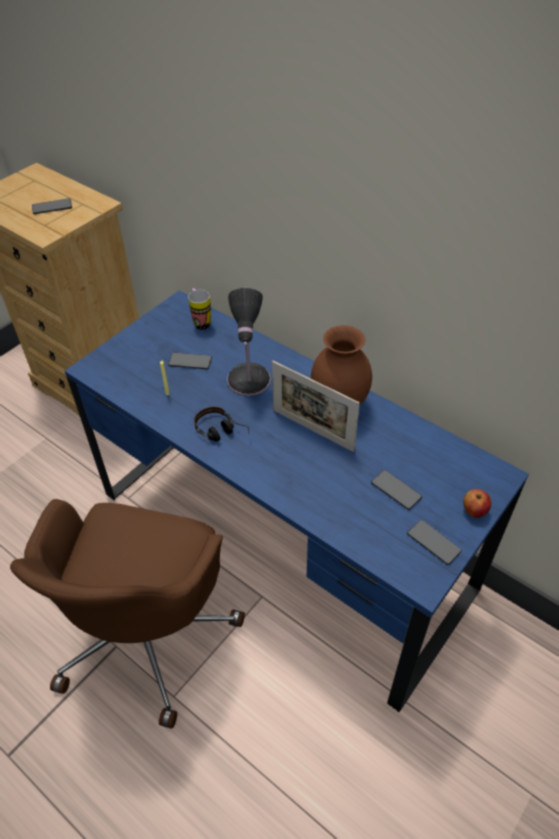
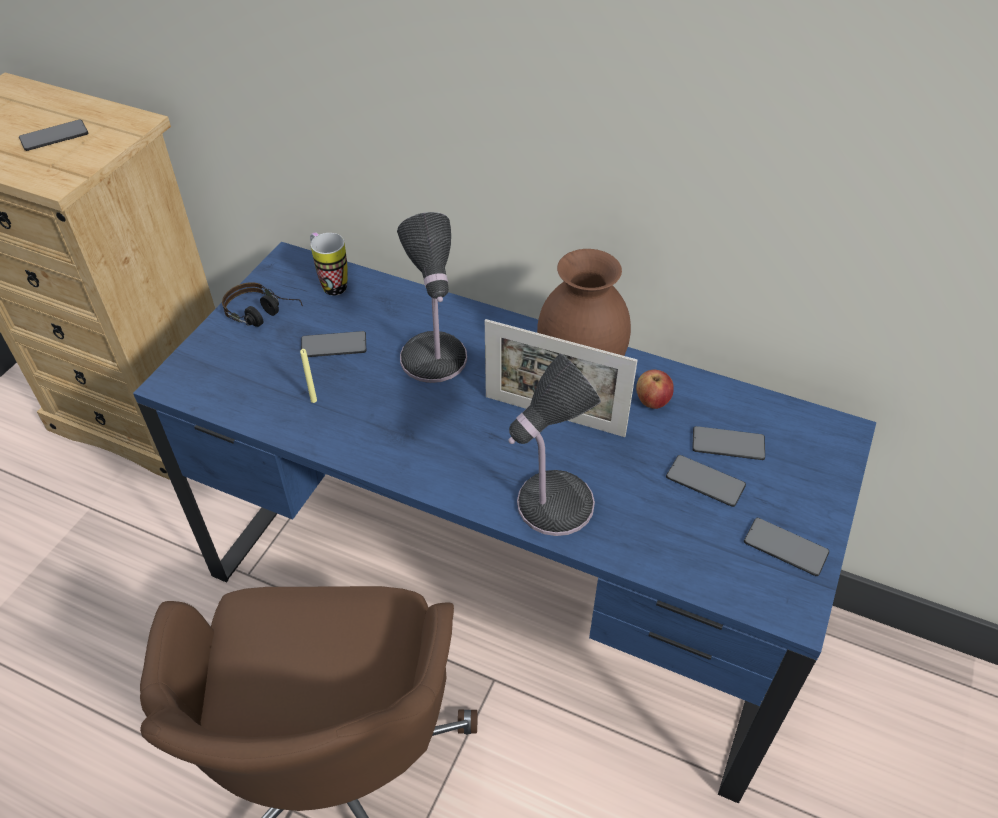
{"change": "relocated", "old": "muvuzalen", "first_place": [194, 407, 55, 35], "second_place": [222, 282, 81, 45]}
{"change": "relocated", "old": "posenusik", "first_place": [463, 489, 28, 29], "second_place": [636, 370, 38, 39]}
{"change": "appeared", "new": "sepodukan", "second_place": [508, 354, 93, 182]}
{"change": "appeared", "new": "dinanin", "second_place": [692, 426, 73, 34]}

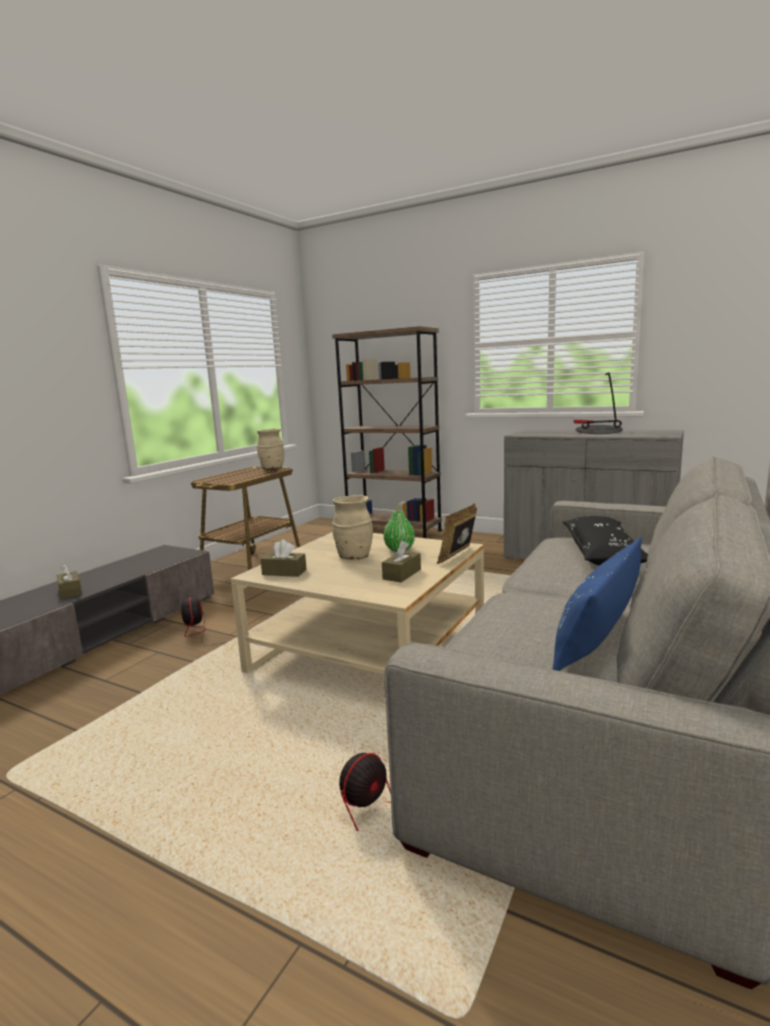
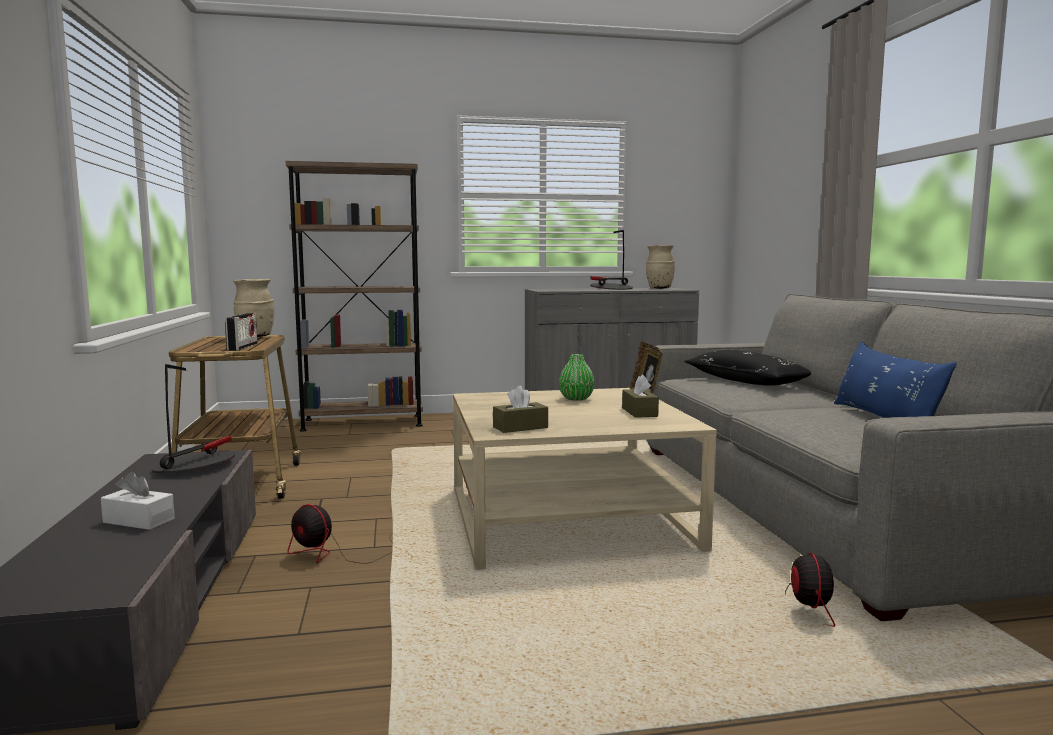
{"change": "colour", "old": "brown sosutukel", "new": "white sosutukel", "first_place": [57, 564, 25, 35], "second_place": [101, 472, 74, 58]}
{"change": "relocated", "old": "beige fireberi", "first_place": [332, 495, 41, 64], "second_place": [646, 245, 29, 44]}
{"change": "appeared", "new": "sepodukan", "second_place": [152, 364, 83, 109]}
{"change": "appeared", "new": "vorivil", "second_place": [225, 313, 32, 38]}

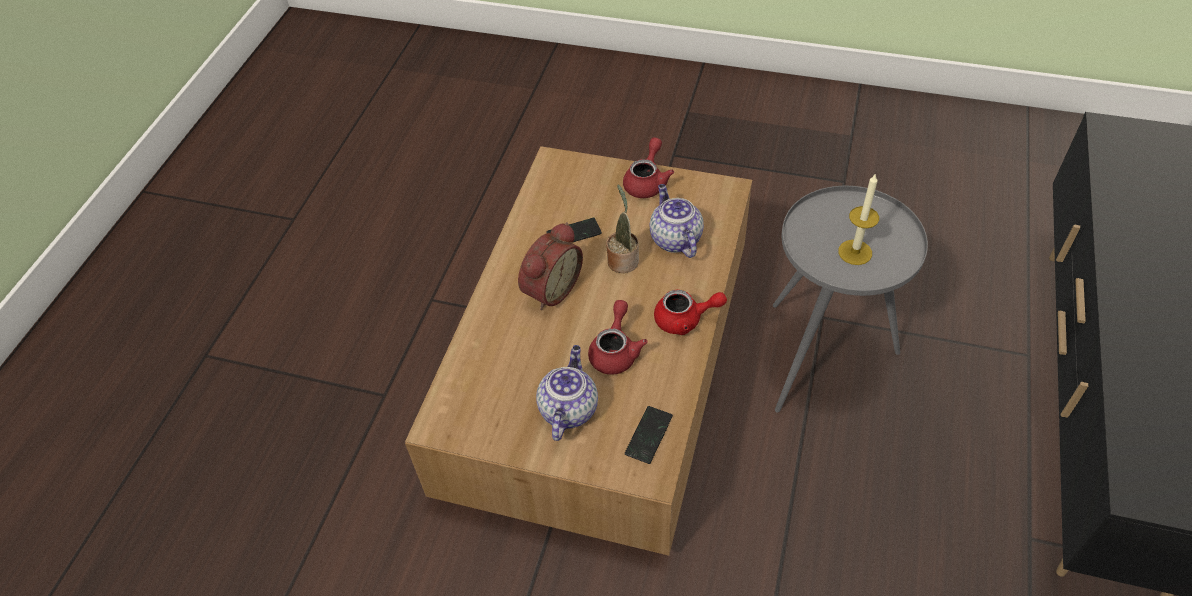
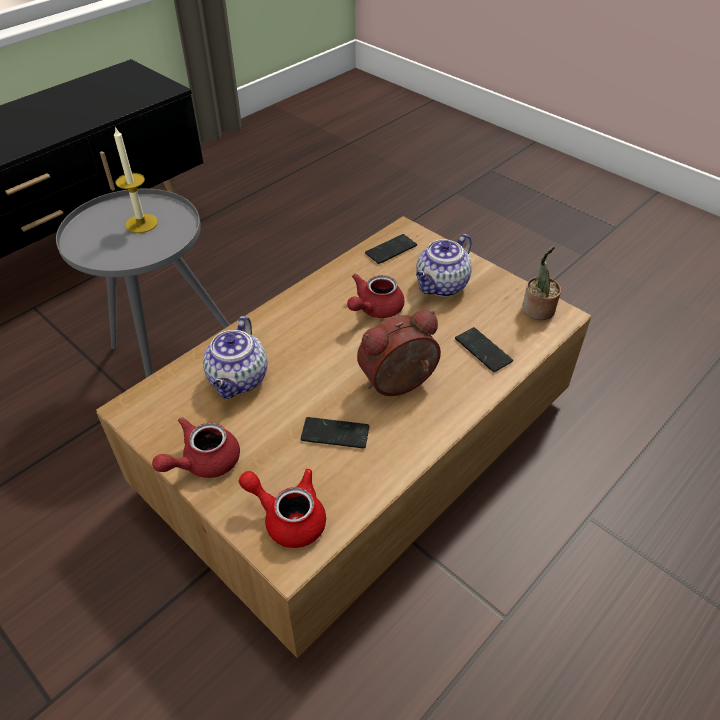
{"change": "relocated", "old": "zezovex", "first_place": [606, 185, 33, 88], "second_place": [522, 246, 39, 74]}
{"change": "relocated", "old": "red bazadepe", "first_place": [654, 290, 73, 45], "second_place": [239, 469, 87, 79]}
{"change": "appeared", "new": "dinanin", "second_place": [455, 327, 58, 45]}

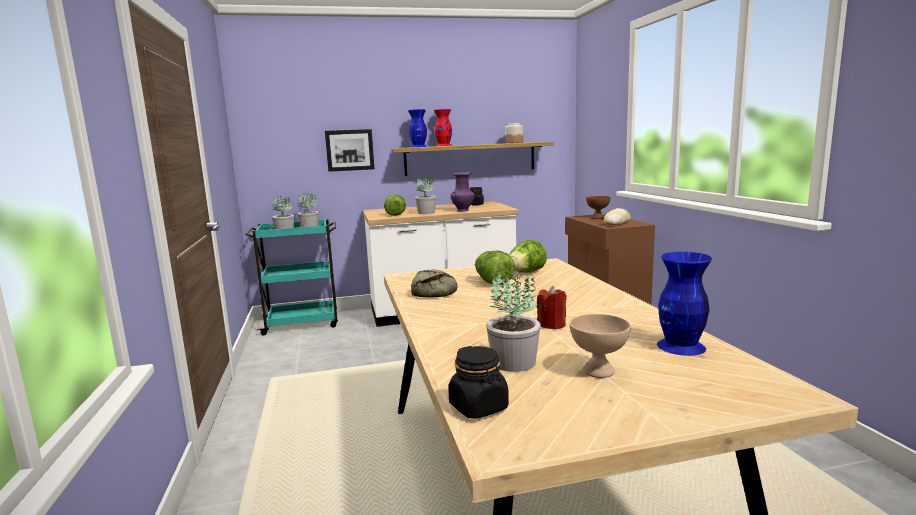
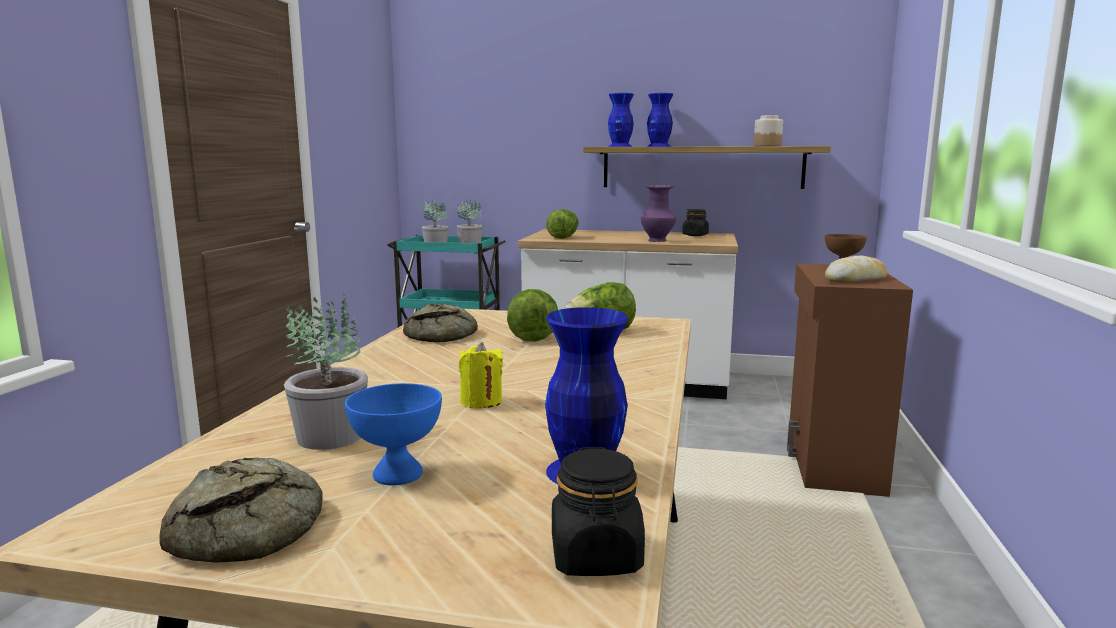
{"change": "missing", "old": "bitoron", "first_place": [325, 129, 49, 43]}
{"change": "missing", "old": "zezovex", "first_place": [415, 175, 21, 39]}
{"change": "colour", "old": "red fireberi", "new": "blue fireberi", "first_place": [434, 109, 19, 37], "second_place": [647, 93, 26, 54]}
{"change": "relocated", "old": "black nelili", "first_place": [448, 346, 61, 73], "second_place": [552, 447, 93, 129]}
{"change": "colour", "old": "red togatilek", "new": "yellow togatilek", "first_place": [537, 286, 30, 43], "second_place": [459, 342, 44, 66]}
{"change": "colour", "old": "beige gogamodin", "new": "blue gogamodin", "first_place": [570, 314, 61, 64], "second_place": [345, 383, 97, 102]}
{"change": "appeared", "new": "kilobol", "second_place": [160, 458, 163, 105]}

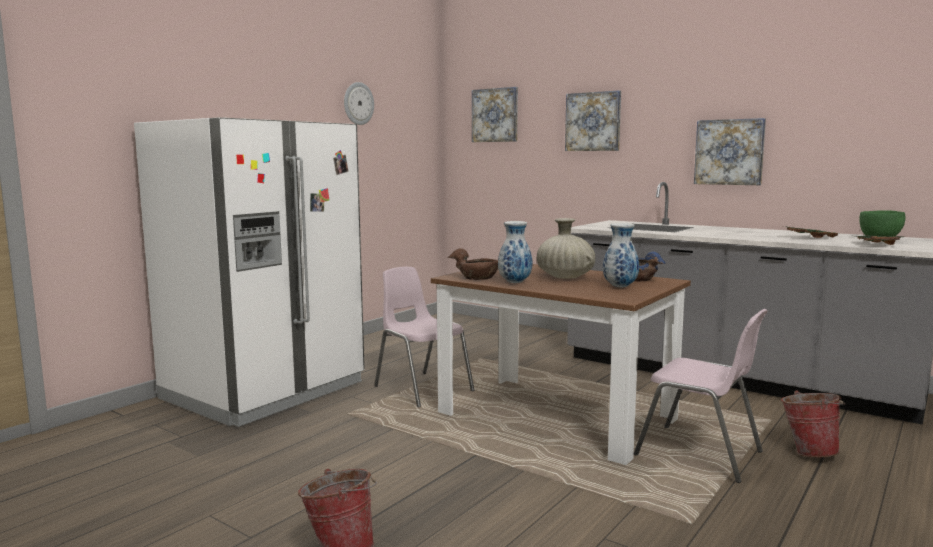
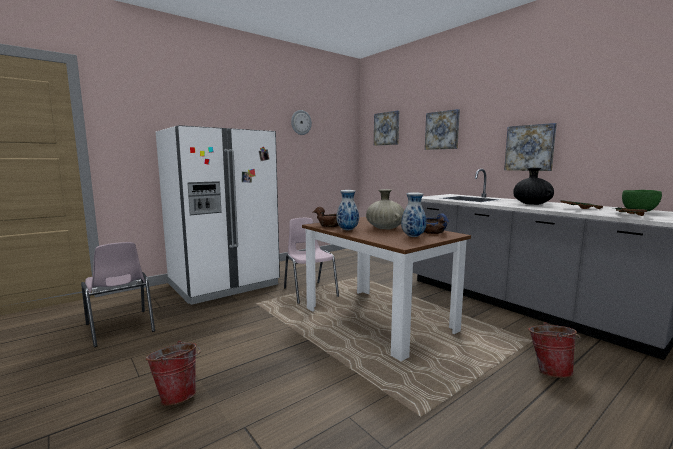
{"change": "relocated", "old": "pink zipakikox", "first_place": [634, 309, 134, 174], "second_place": [81, 242, 74, 105]}
{"change": "appeared", "new": "black fireberi", "second_place": [513, 168, 41, 37]}

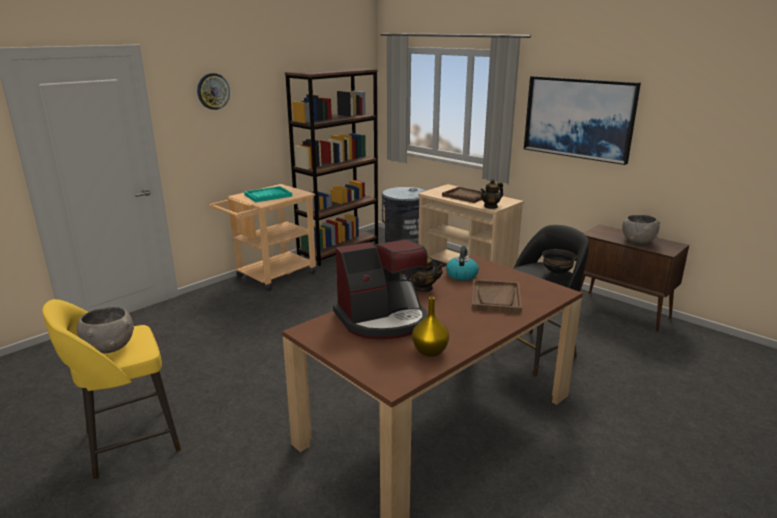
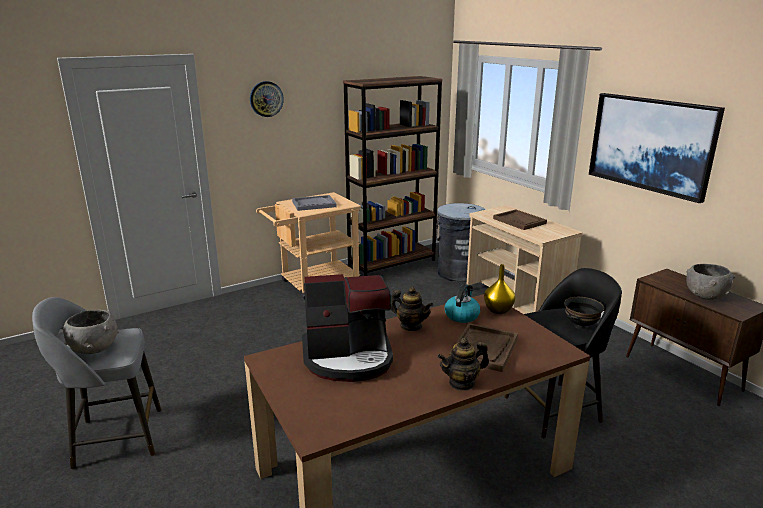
{"change": "colour", "old": "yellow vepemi", "new": "grey vepemi", "first_place": [42, 299, 139, 180], "second_place": [32, 297, 129, 173]}
{"change": "colour", "old": "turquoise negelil", "new": "grey negelil", "first_place": [244, 186, 48, 17], "second_place": [292, 195, 45, 16]}
{"change": "relocated", "old": "yellow fireberi", "first_place": [412, 297, 37, 60], "second_place": [484, 264, 31, 50]}
{"change": "relocated", "old": "bazadepe", "first_place": [480, 179, 23, 30], "second_place": [437, 338, 52, 53]}

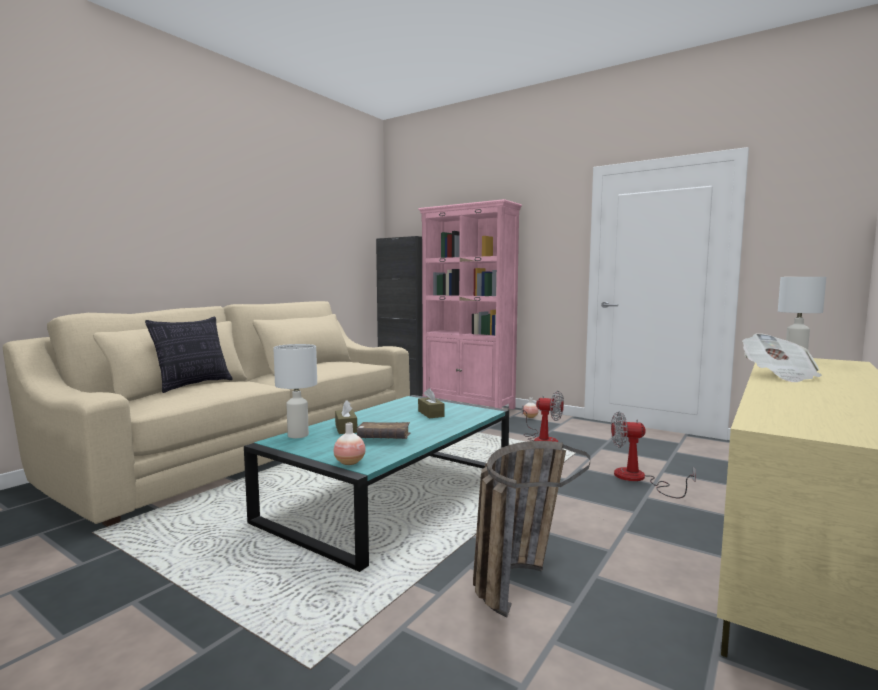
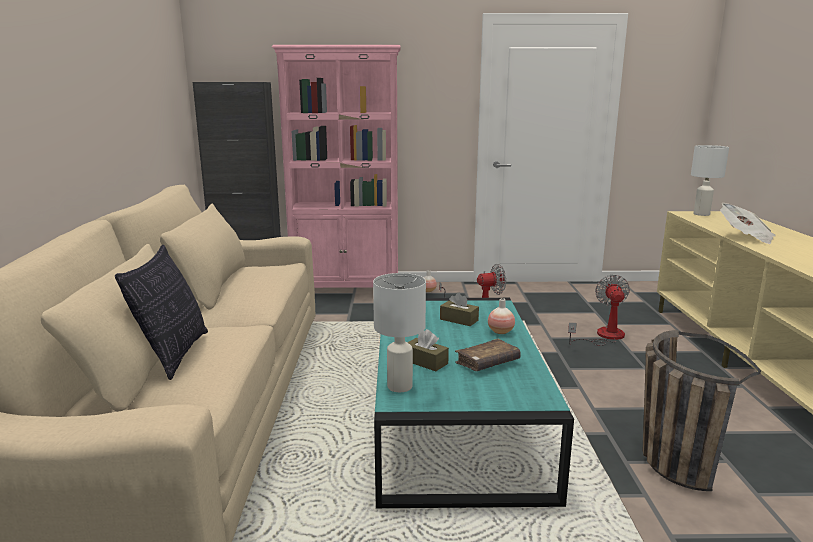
{"change": "relocated", "old": "fireberi", "first_place": [334, 423, 32, 42], "second_place": [488, 298, 27, 36]}
{"change": "spun", "old": "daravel", "first_place": [611, 411, 85, 87], "second_place": [568, 275, 62, 71], "degrees": 120}

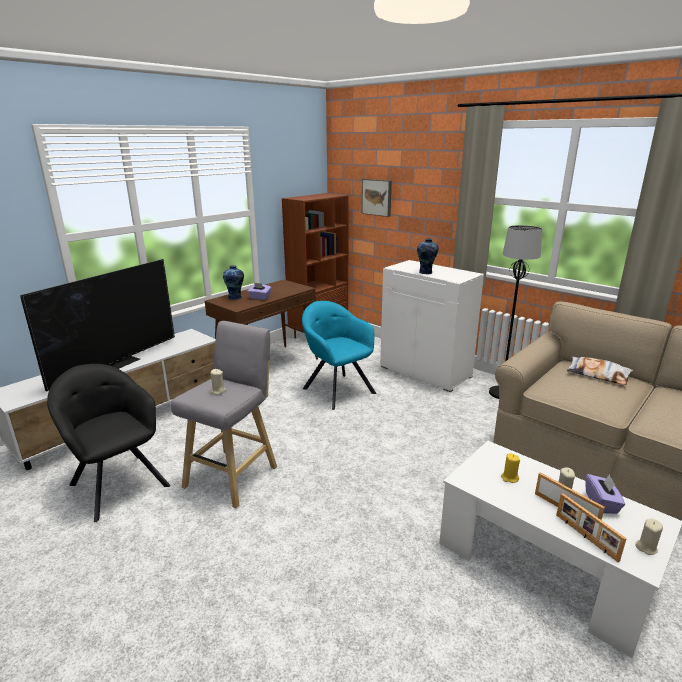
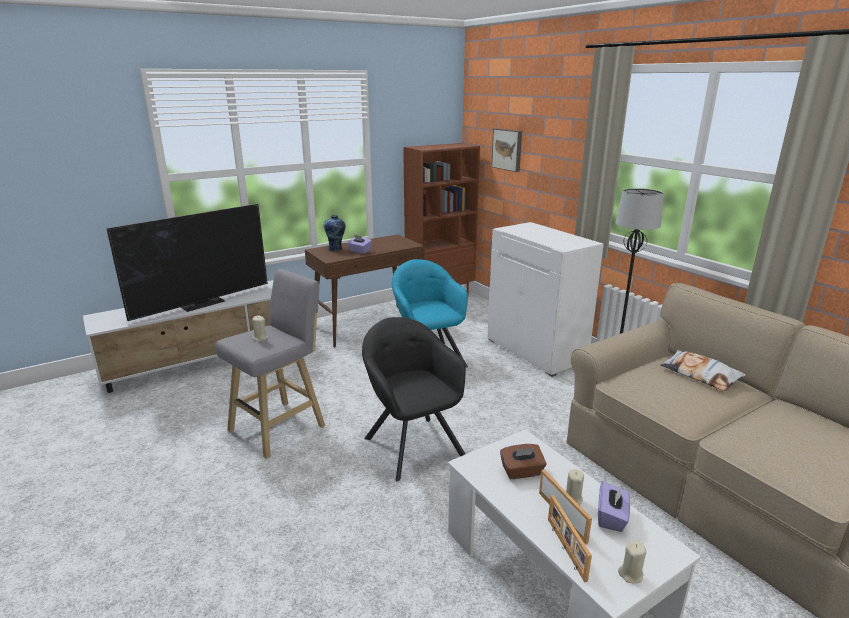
{"change": "relocated", "old": "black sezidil", "first_place": [47, 364, 124, 158], "second_place": [362, 317, 104, 165]}
{"change": "missing", "old": "fireberi", "first_place": [417, 238, 22, 36]}
{"change": "exchanged", "old": "yellow togatilek", "new": "brown sosutukel", "first_place": [501, 453, 19, 30], "second_place": [500, 444, 46, 35]}

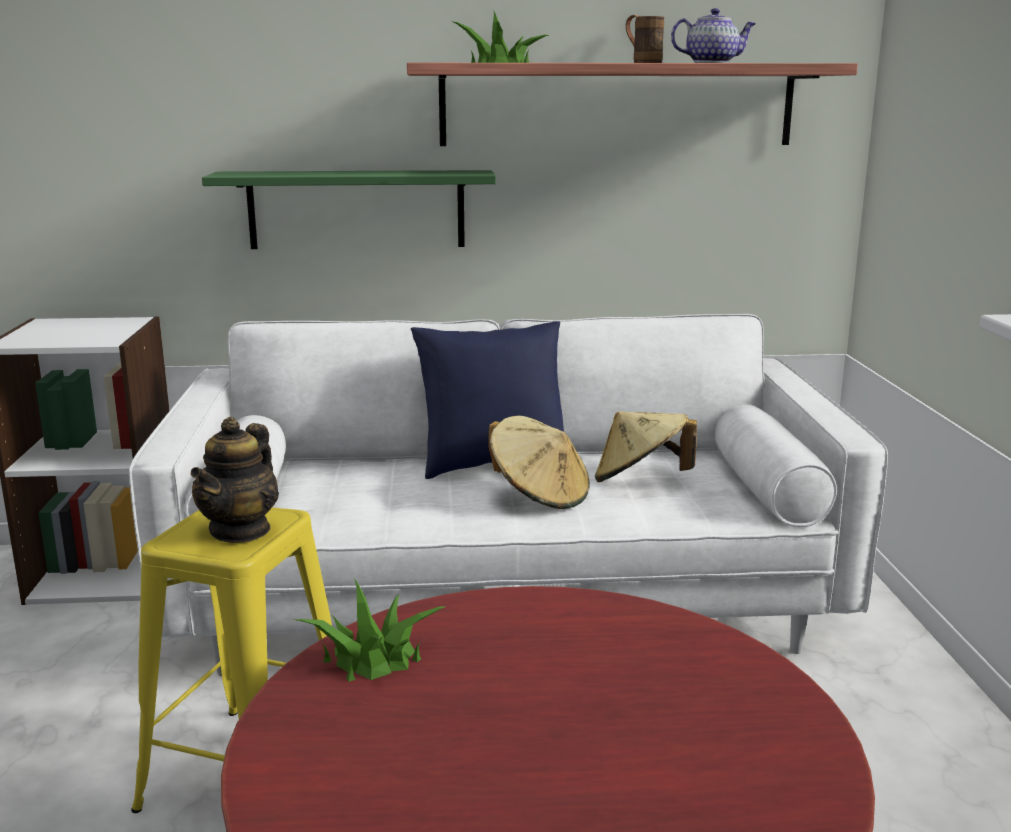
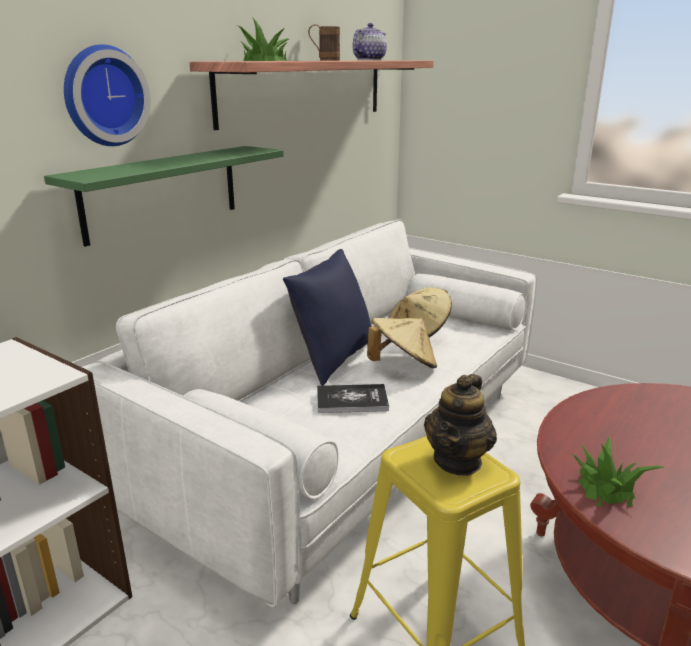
{"change": "spun", "old": "bazadepe", "first_place": [190, 417, 89, 126], "second_place": [424, 374, 73, 102], "degrees": 60}
{"change": "appeared", "new": "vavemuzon", "second_place": [64, 44, 87, 102]}
{"change": "appeared", "new": "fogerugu", "second_place": [317, 384, 72, 29]}

